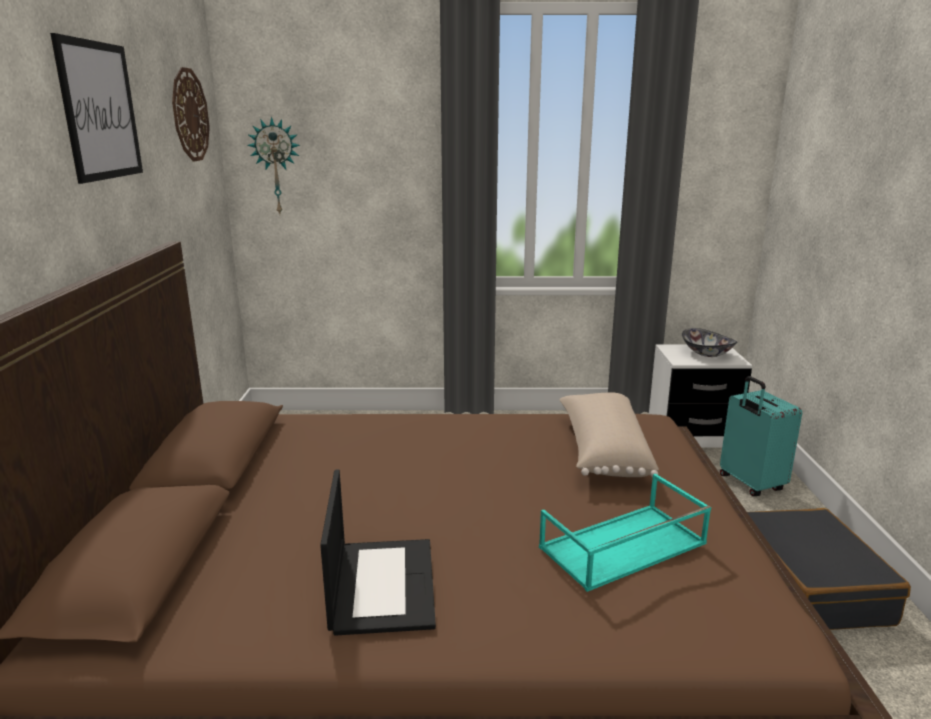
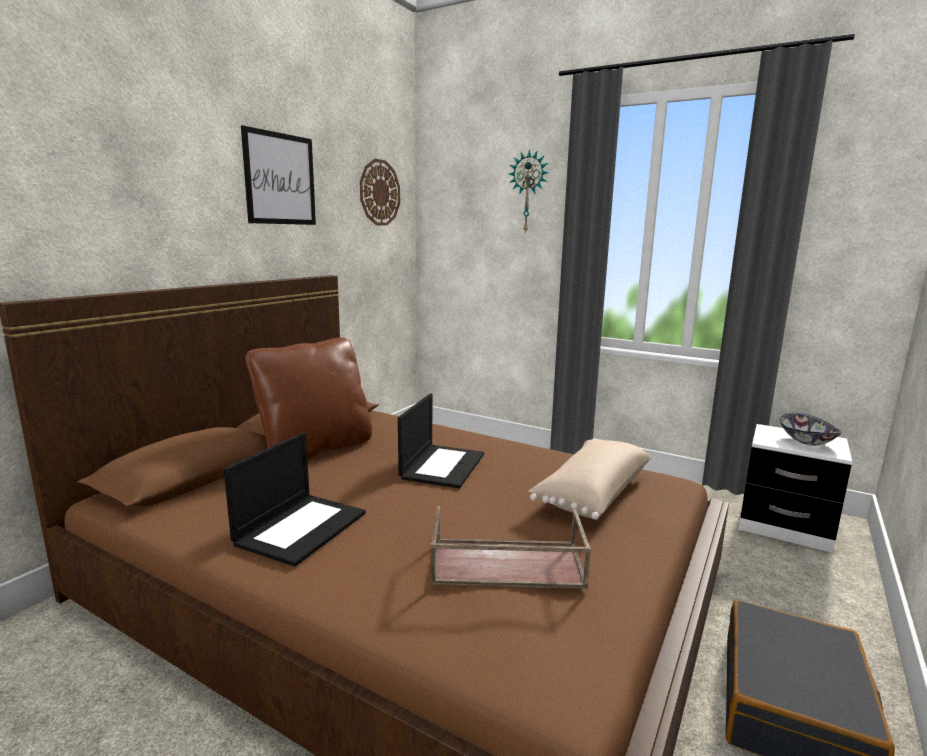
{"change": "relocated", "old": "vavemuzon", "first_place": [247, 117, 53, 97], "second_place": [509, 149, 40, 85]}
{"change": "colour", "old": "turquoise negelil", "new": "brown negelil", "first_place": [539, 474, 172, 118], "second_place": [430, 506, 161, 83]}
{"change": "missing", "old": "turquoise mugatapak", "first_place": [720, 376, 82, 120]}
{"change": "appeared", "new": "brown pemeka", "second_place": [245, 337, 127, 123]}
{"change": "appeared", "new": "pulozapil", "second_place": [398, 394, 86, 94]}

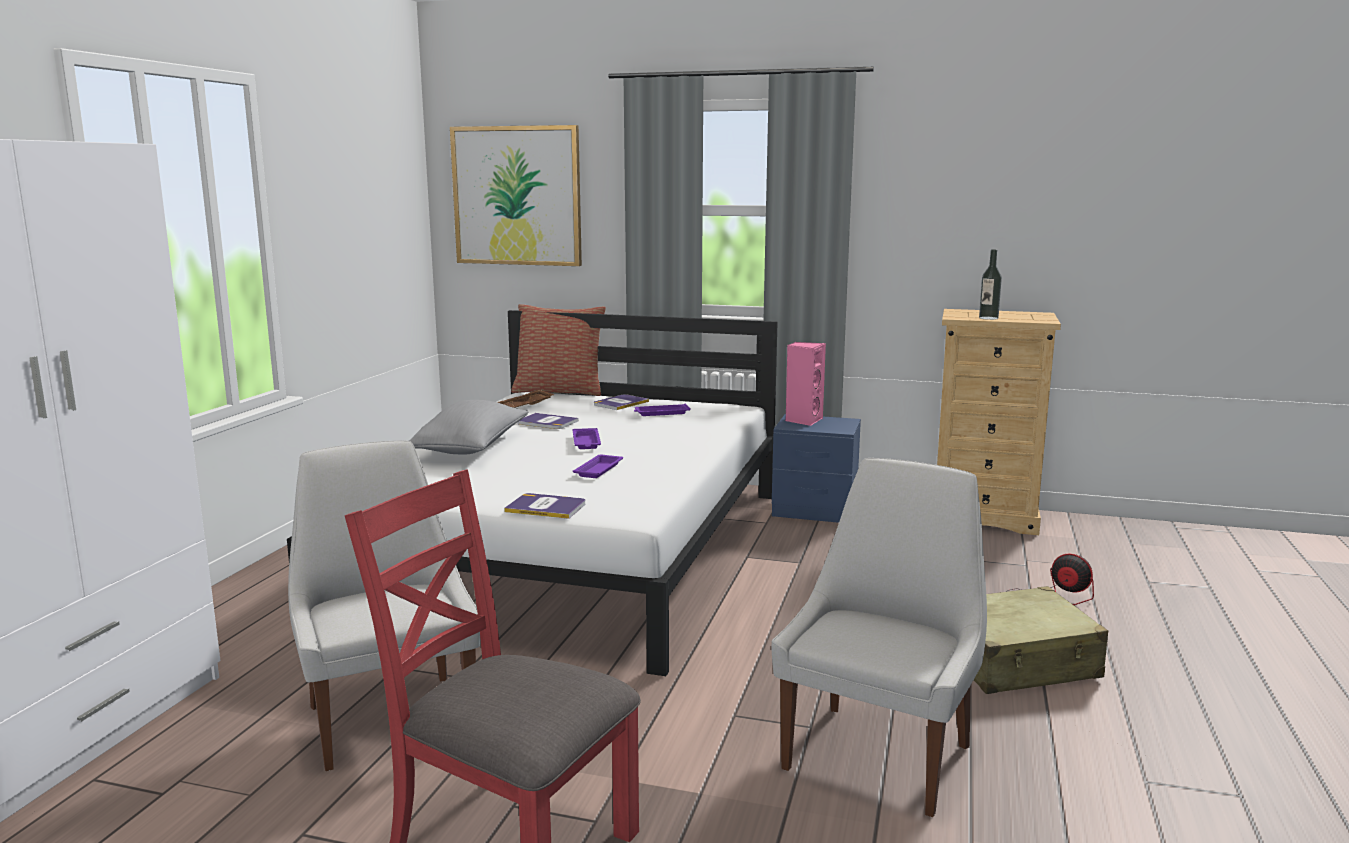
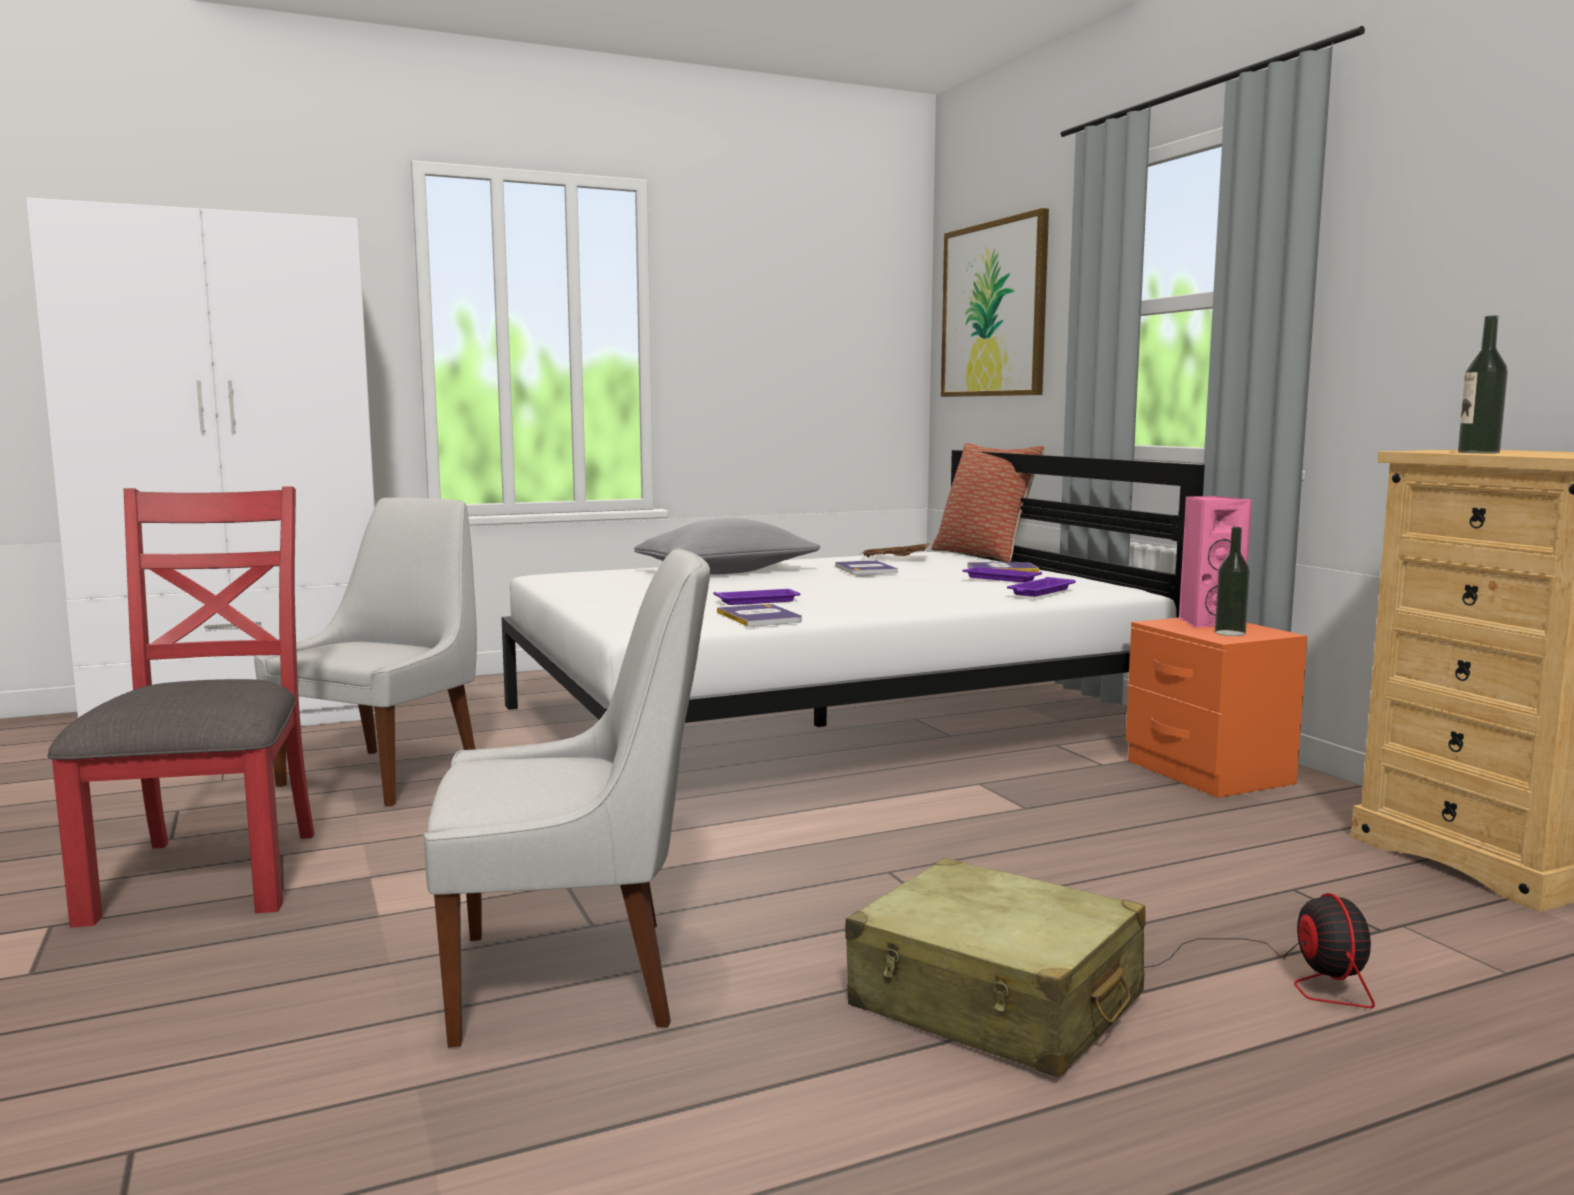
{"change": "relocated", "old": "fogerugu", "first_place": [504, 493, 81, 26], "second_place": [717, 604, 85, 23]}
{"change": "relocated", "old": "purple negelil", "first_place": [573, 428, 28, 21], "second_place": [1007, 577, 69, 20]}
{"change": "colour", "old": "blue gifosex", "new": "orange gifosex", "first_place": [772, 414, 89, 109], "second_place": [1126, 618, 181, 180]}
{"change": "appeared", "new": "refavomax", "second_place": [1215, 527, 35, 109]}

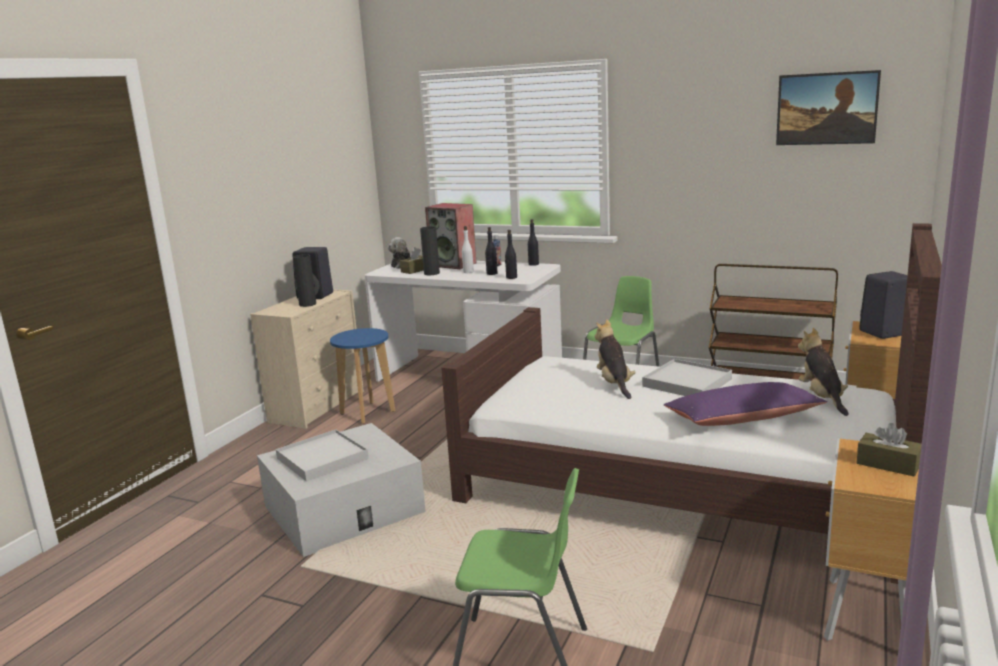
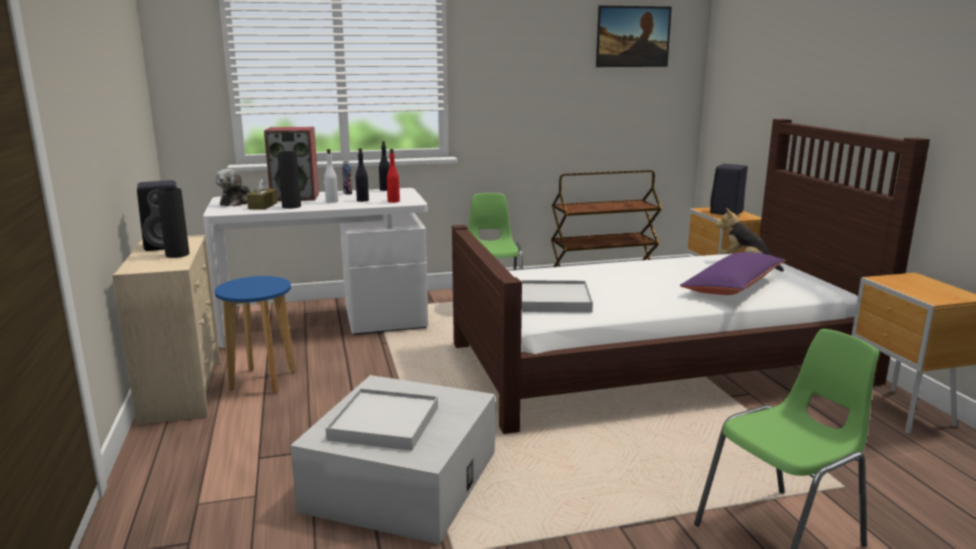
{"change": "colour", "old": "black refavomax", "new": "red refavomax", "first_place": [505, 230, 12, 49], "second_place": [387, 149, 13, 54]}
{"change": "missing", "old": "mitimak", "first_place": [594, 319, 42, 80]}
{"change": "relocated", "old": "white negelil", "first_place": [642, 359, 90, 37], "second_place": [521, 280, 72, 33]}
{"change": "missing", "old": "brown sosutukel", "first_place": [857, 423, 65, 53]}

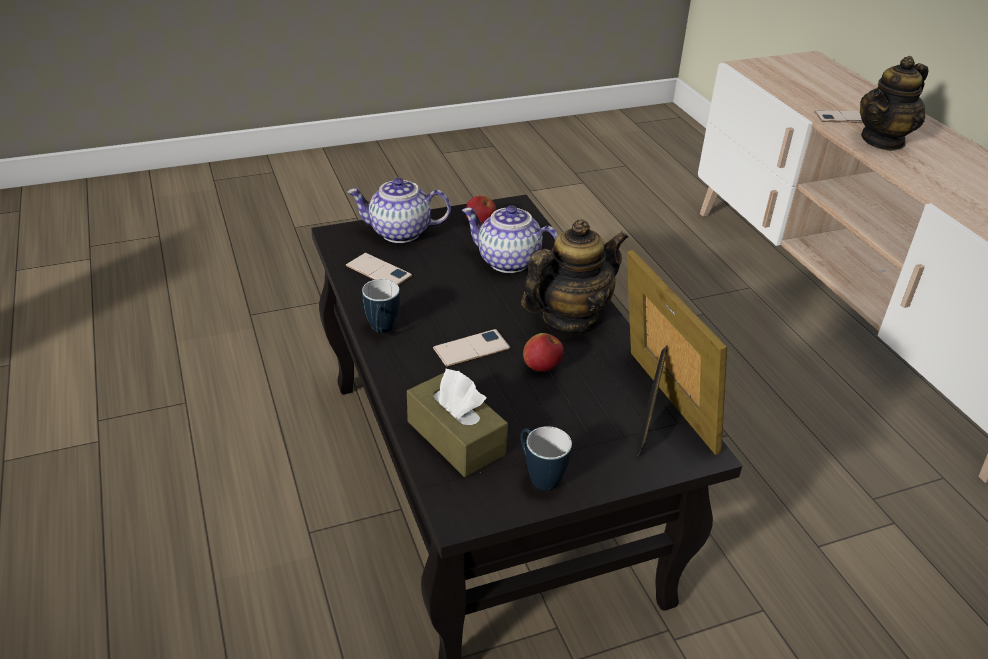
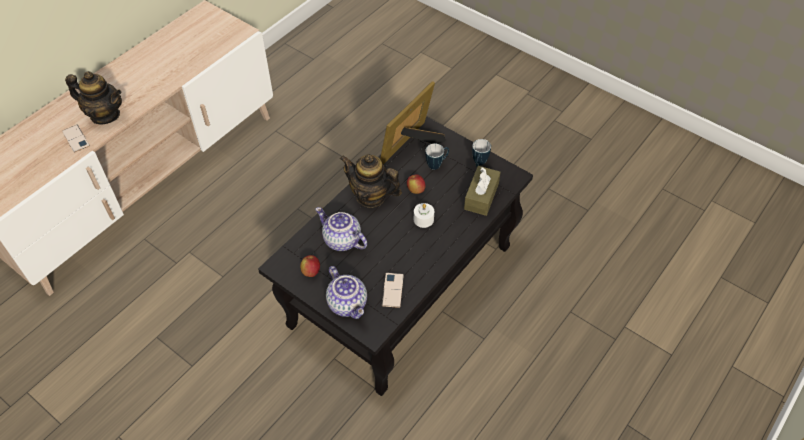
{"change": "relocated", "old": "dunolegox", "first_place": [362, 279, 38, 55], "second_place": [425, 143, 24, 27]}
{"change": "exchanged", "old": "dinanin", "new": "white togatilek", "first_place": [433, 329, 77, 38], "second_place": [414, 203, 20, 25]}
{"change": "spun", "old": "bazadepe", "first_place": [462, 205, 97, 68], "second_place": [315, 207, 52, 44], "degrees": 135}

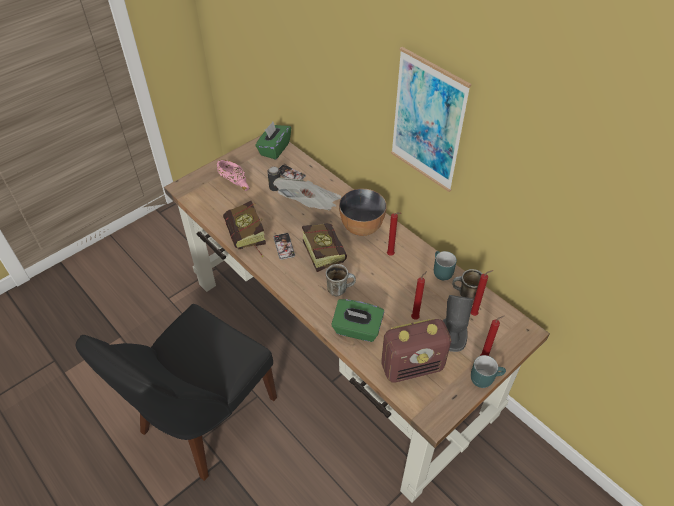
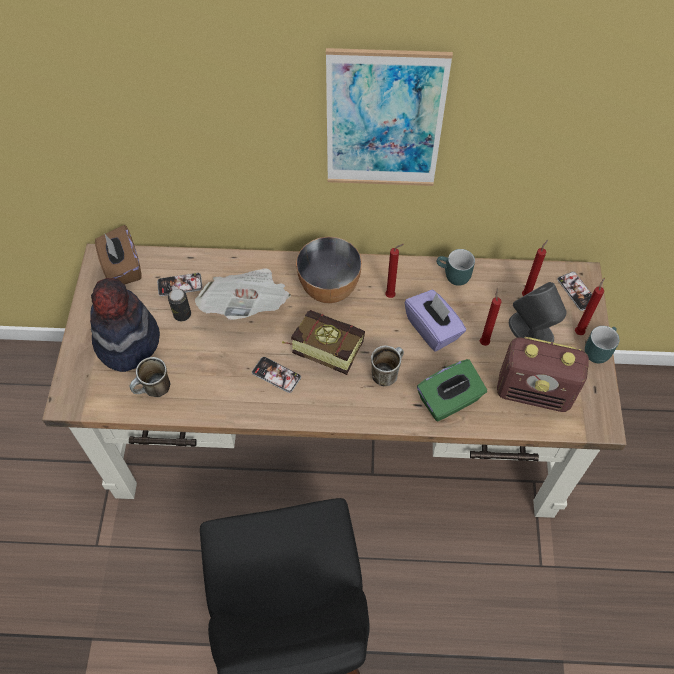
{"change": "exchanged", "old": "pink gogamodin", "new": "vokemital", "first_place": [217, 160, 32, 31], "second_place": [90, 278, 70, 94]}
{"change": "missing", "old": "fogerugu", "first_place": [223, 201, 43, 56]}
{"change": "colour", "old": "green sosutukel", "new": "brown sosutukel", "first_place": [255, 122, 36, 38], "second_place": [95, 225, 46, 60]}
{"change": "spun", "old": "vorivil", "first_place": [381, 319, 70, 64], "second_place": [497, 337, 92, 75], "degrees": 75}
{"change": "relocated", "old": "dunolegox", "first_place": [452, 269, 30, 32], "second_place": [130, 357, 41, 40]}
{"change": "appeared", "new": "purple sosutukel", "second_place": [404, 290, 62, 62]}
{"change": "appeared", "new": "dinanin", "second_place": [557, 272, 35, 39]}

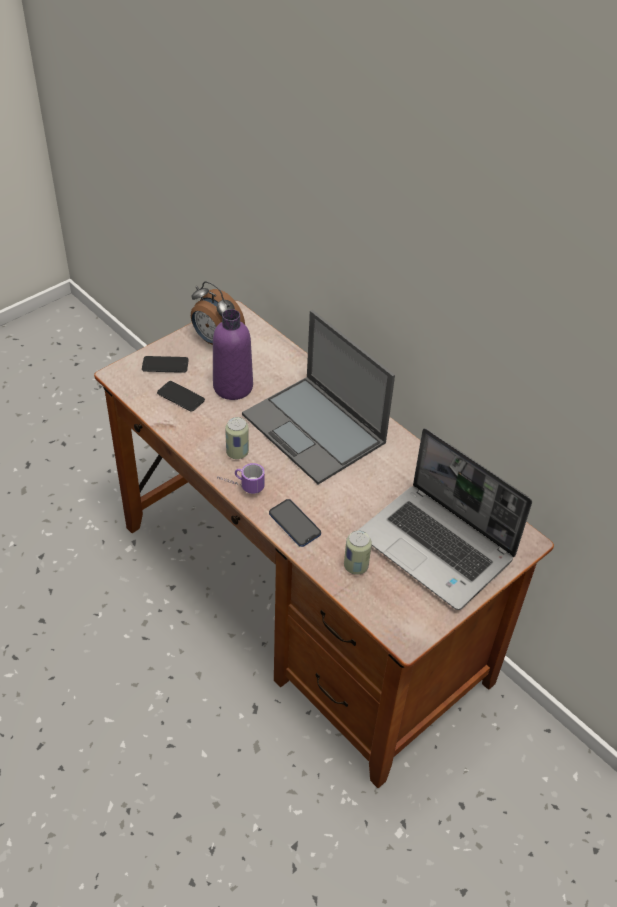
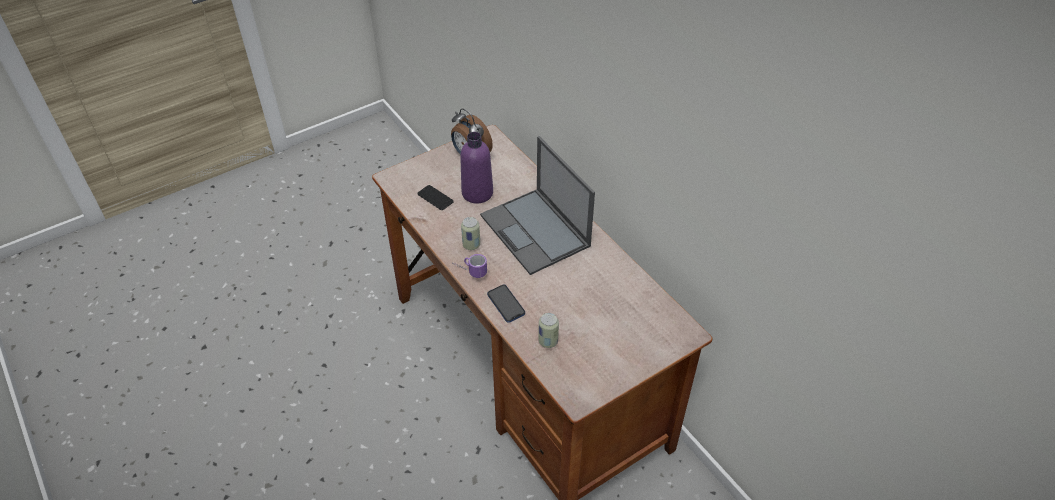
{"change": "missing", "old": "dinanin", "first_place": [142, 356, 47, 17]}
{"change": "missing", "old": "pulozapil", "first_place": [358, 428, 174, 182]}

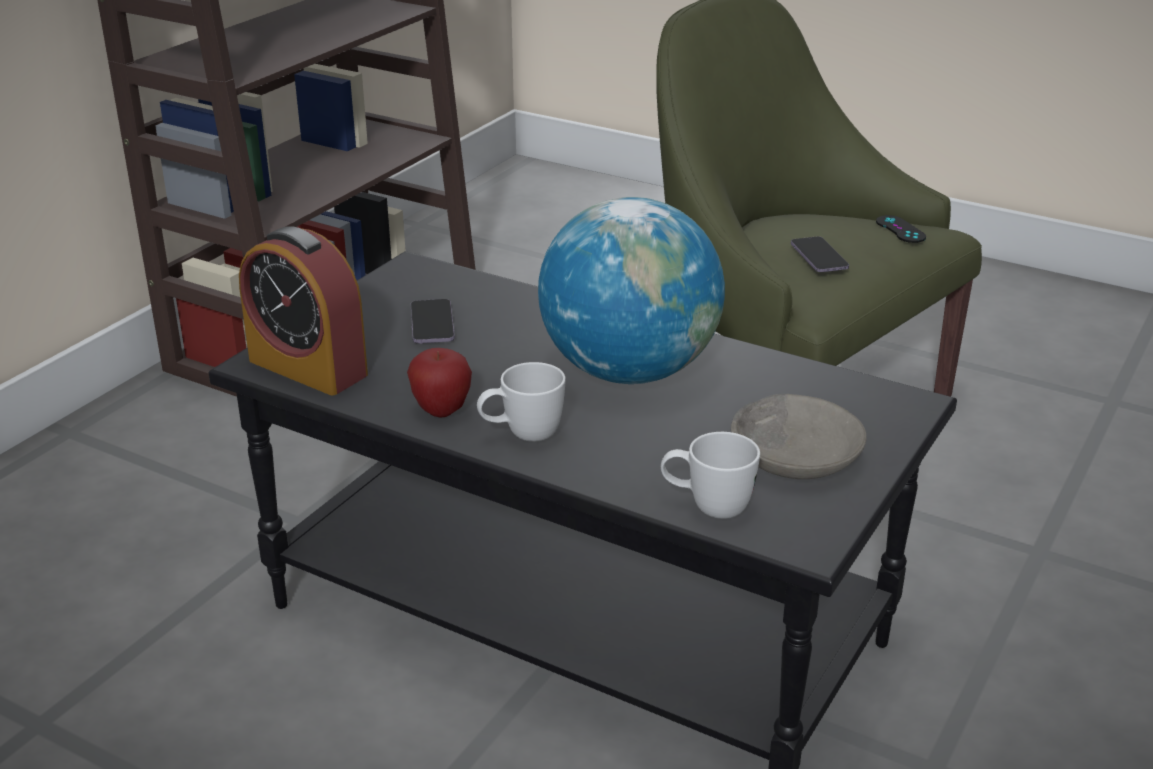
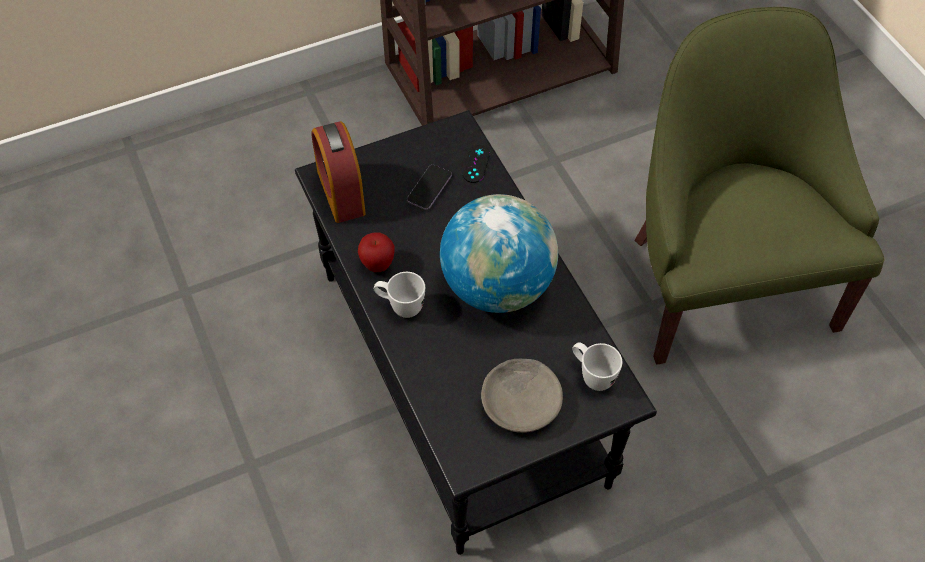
{"change": "relocated", "old": "white dunolegox", "first_place": [661, 432, 99, 87], "second_place": [572, 342, 50, 49]}
{"change": "missing", "old": "dinanin", "first_place": [791, 236, 58, 36]}
{"change": "relocated", "old": "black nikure", "first_place": [876, 215, 50, 28], "second_place": [463, 145, 27, 38]}

